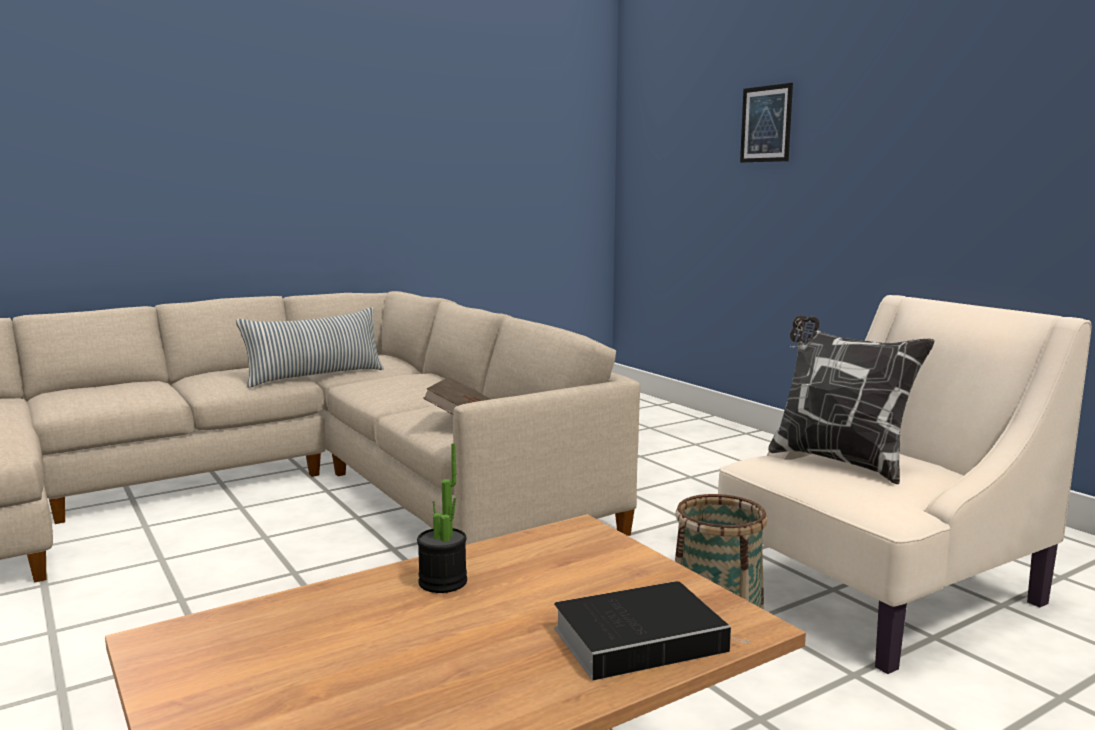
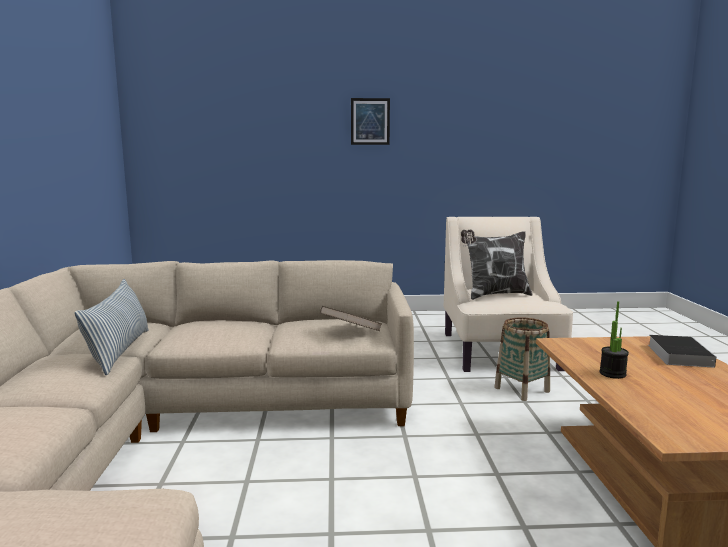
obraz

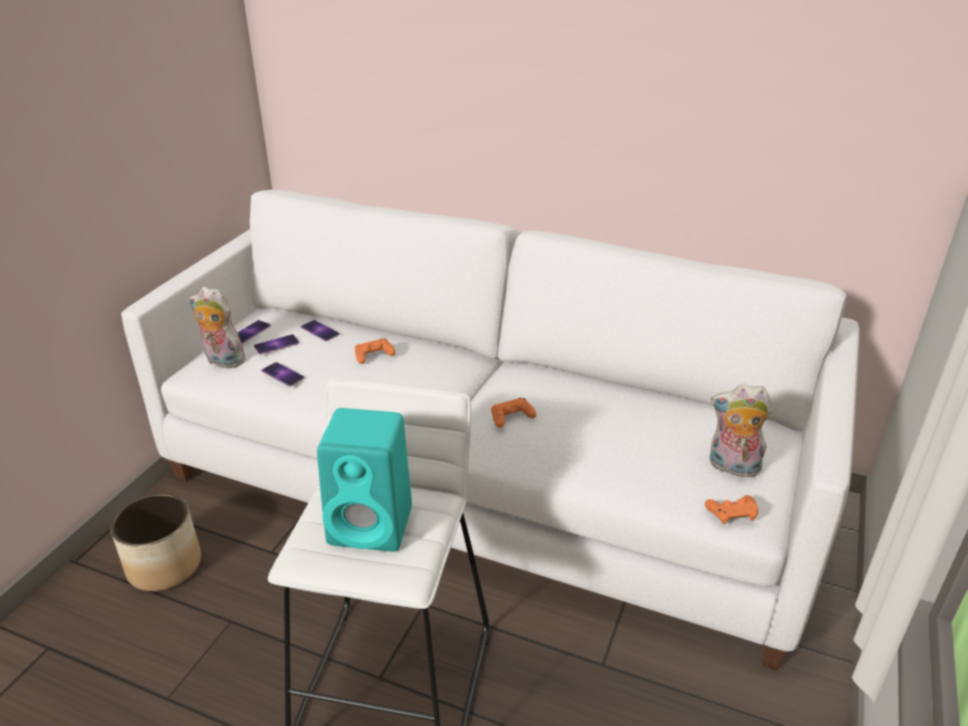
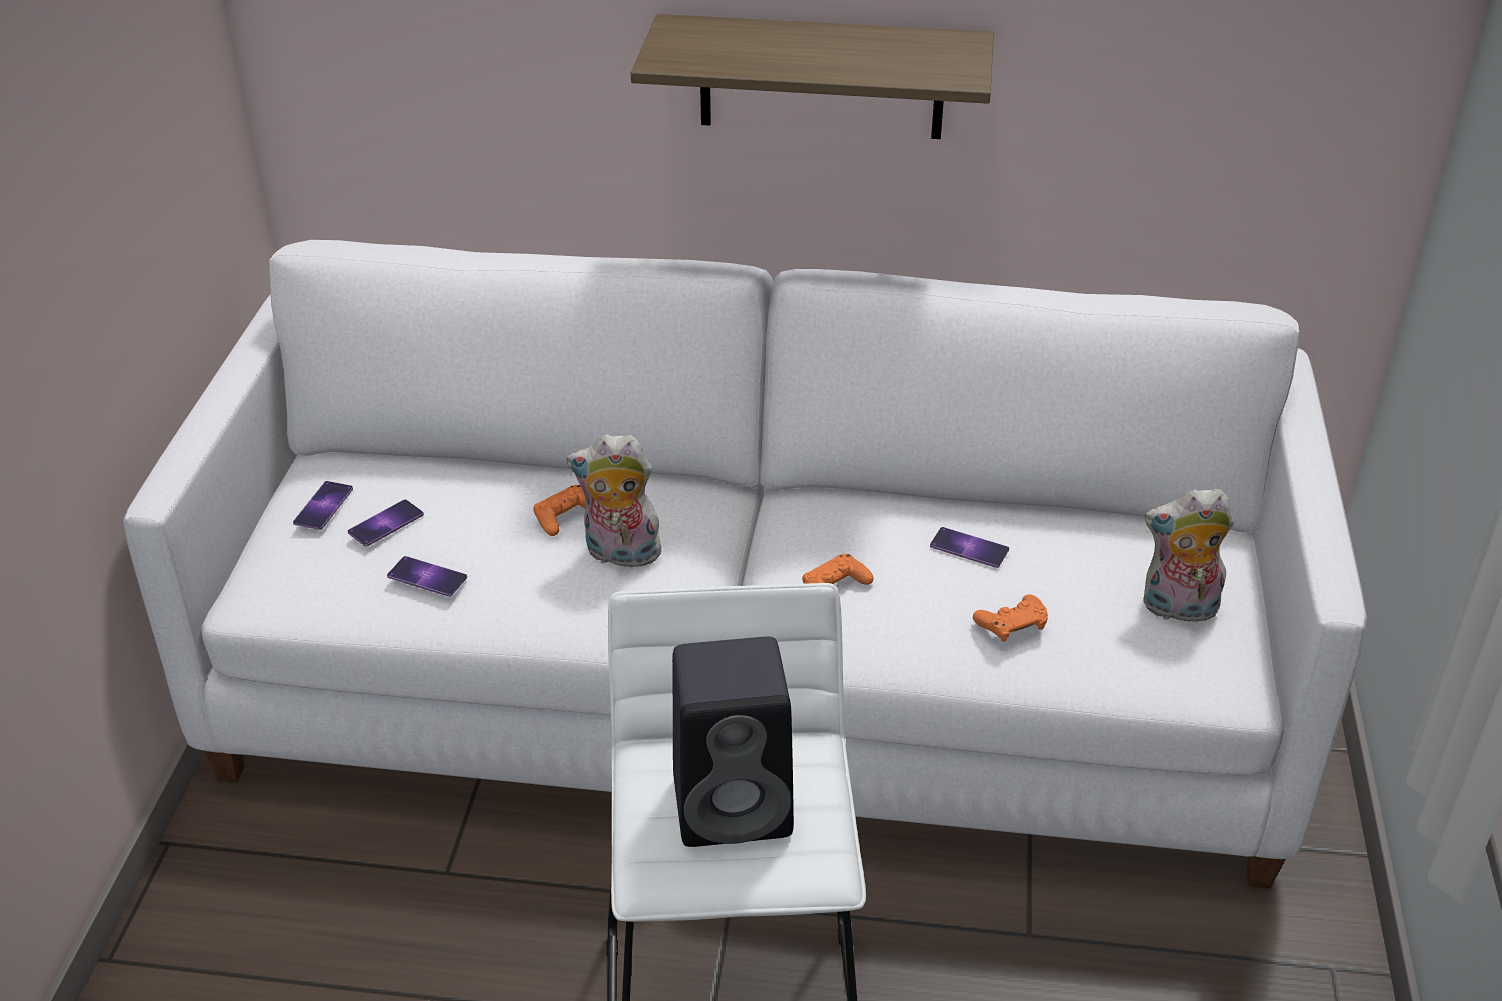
donica; pluszak (no. 1 from left); telefon (no. 4 from left); głośnik [czarny]; pad do gier [pomarańczowy] (no. 3 from left); półka

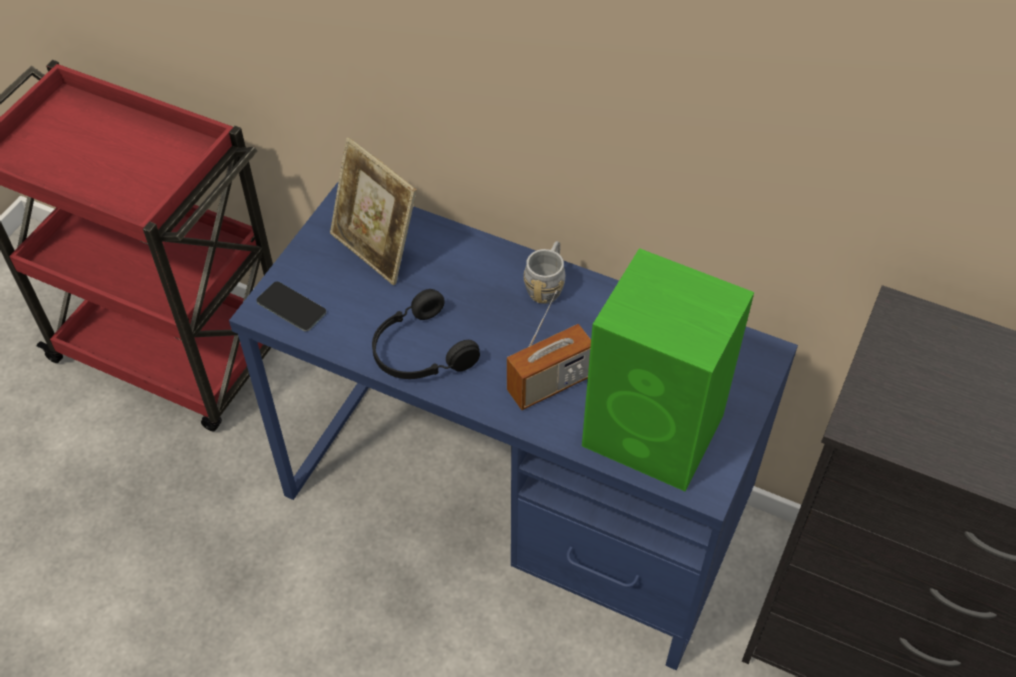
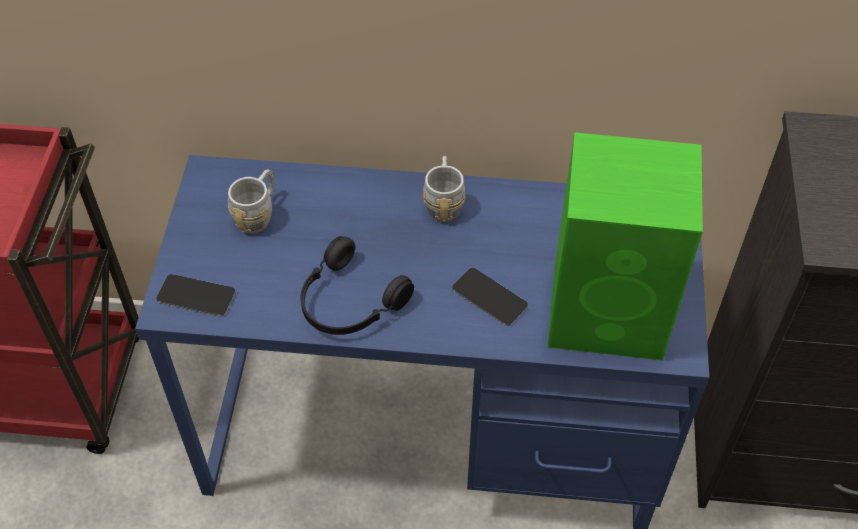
kubek [szary] (no. 1 from left); telefon (no. 2 from left)

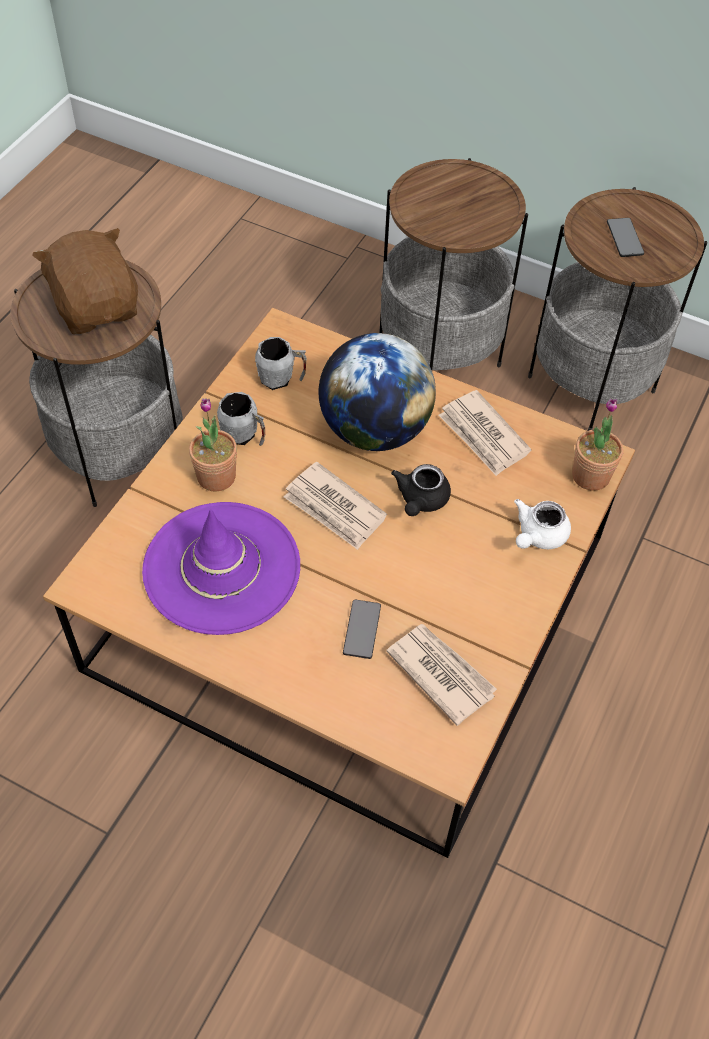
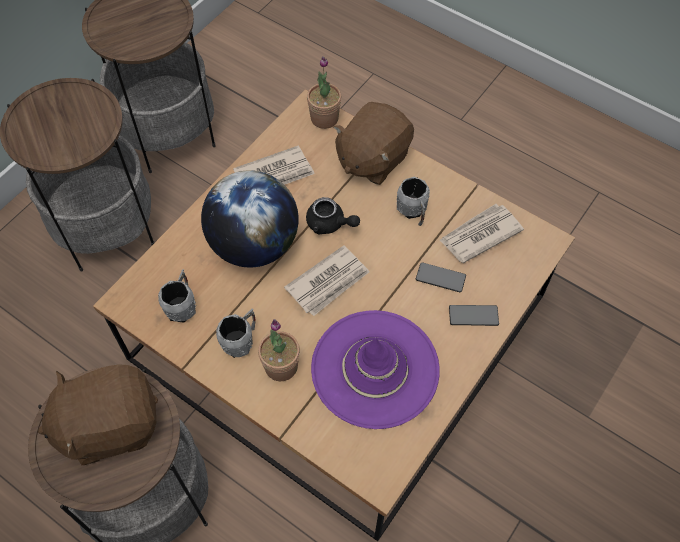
pluszak [brązowy] (no. 2 from left); telefon (no. 2 from left); kubek [szary] (no. 3 from left)

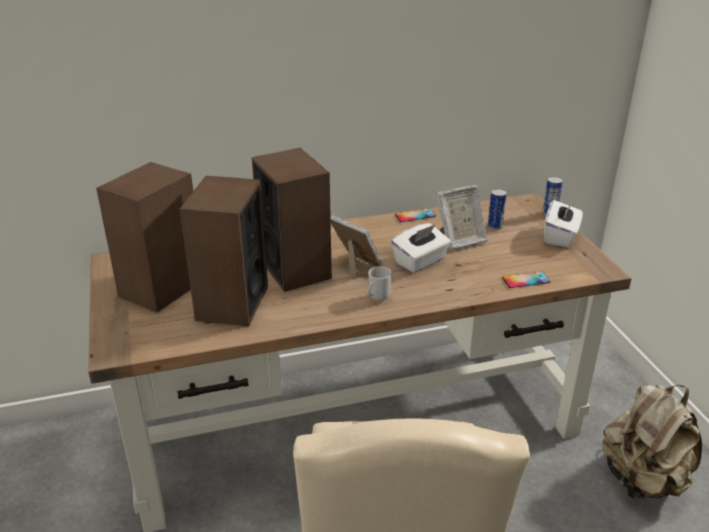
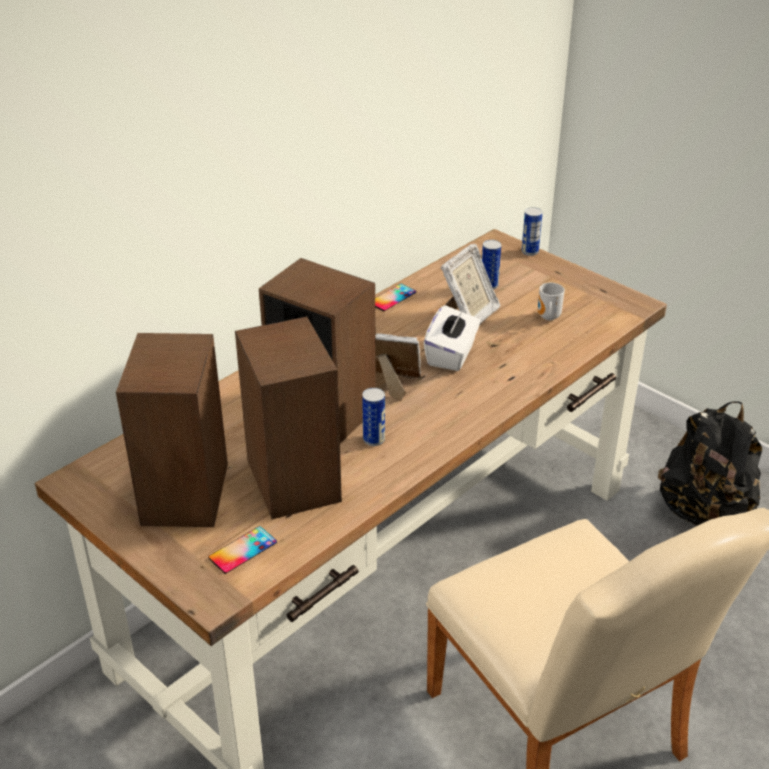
kubek; telefon (no. 1 from left); pudełko chusteczek [biały] (no. 2 from left in the first image); plecak [czarny]; puszka (no. 1 from left)

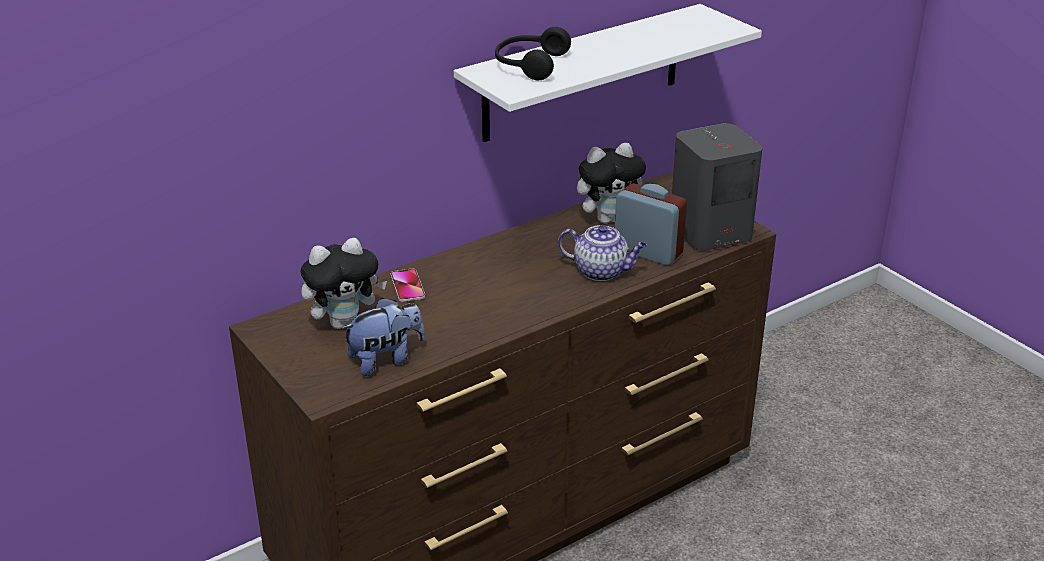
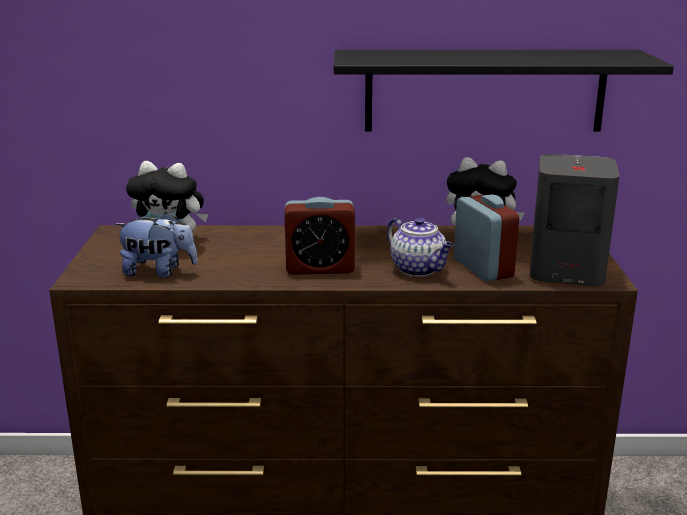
telefon; półka [czarny]; słuchawki [czarny]; budzik (no. 1 from left)

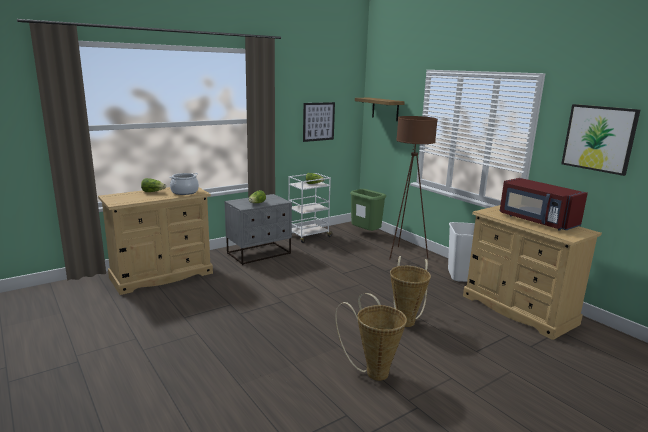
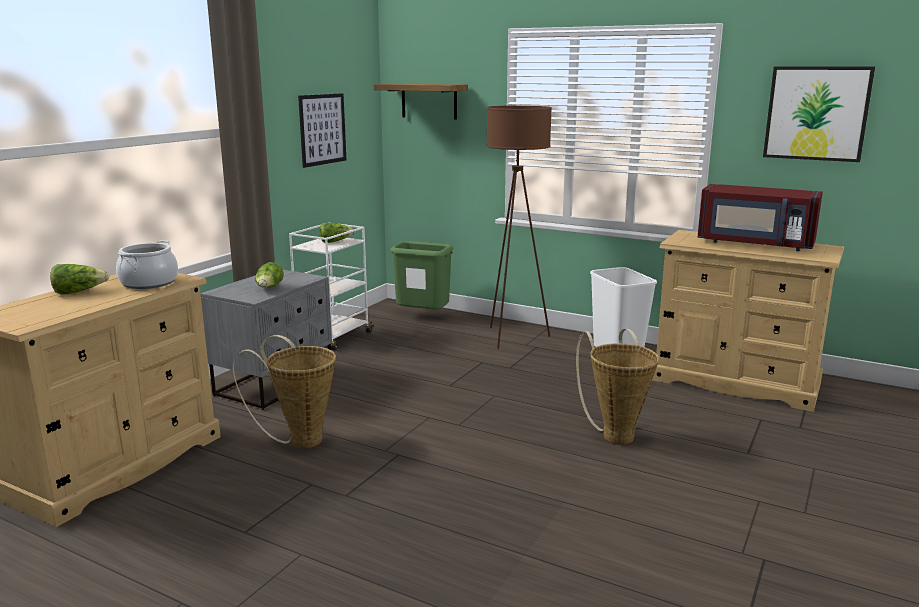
koszyk (no. 1 from left)

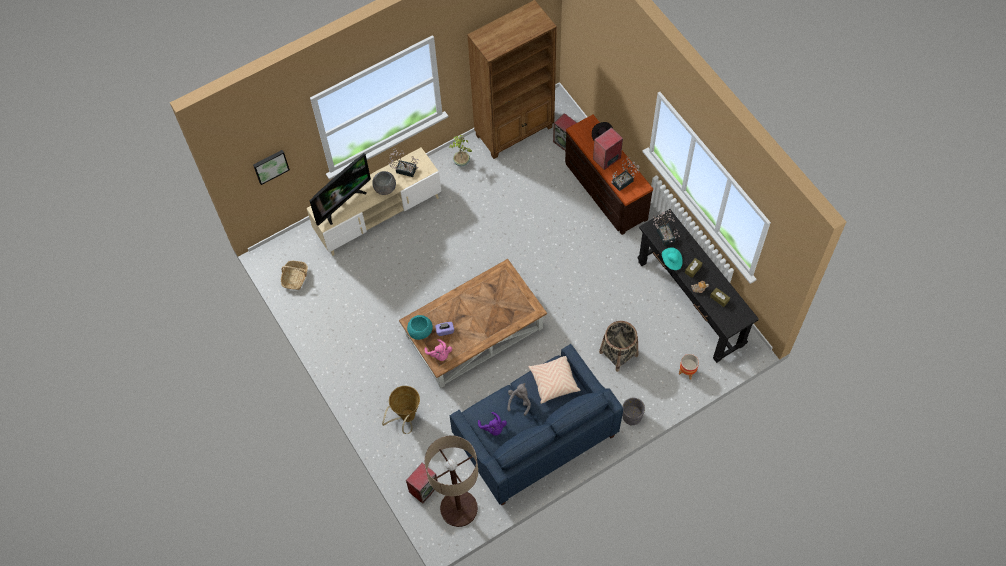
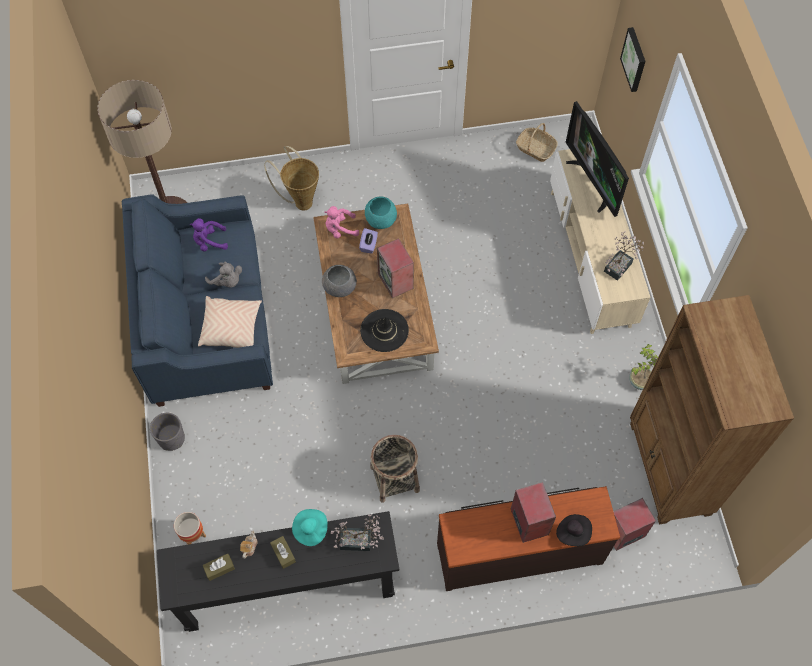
miska [szary]; głośnik (no. 1 from left); koszyk (no. 2 from left); roślina doniczkowa (no. 3 from left in the first image); kapelusz [czarny] (no. 1 from left)

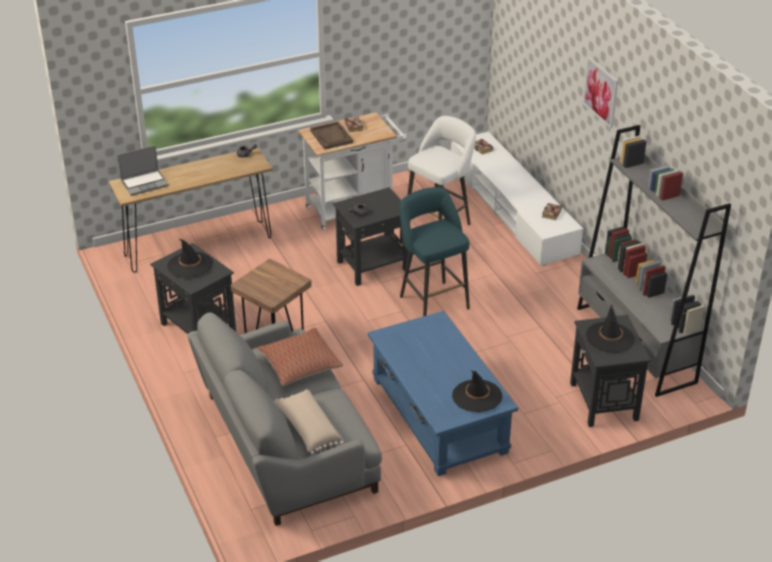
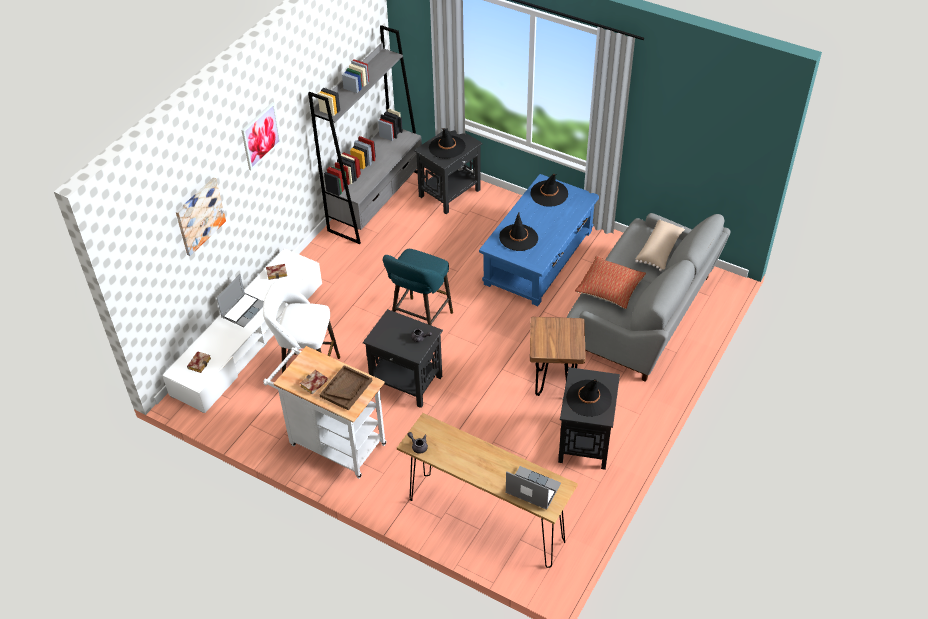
obraz (no. 1 from left); laptop (no. 1 from left); kapelusz [czarny] (no. 2 from left)

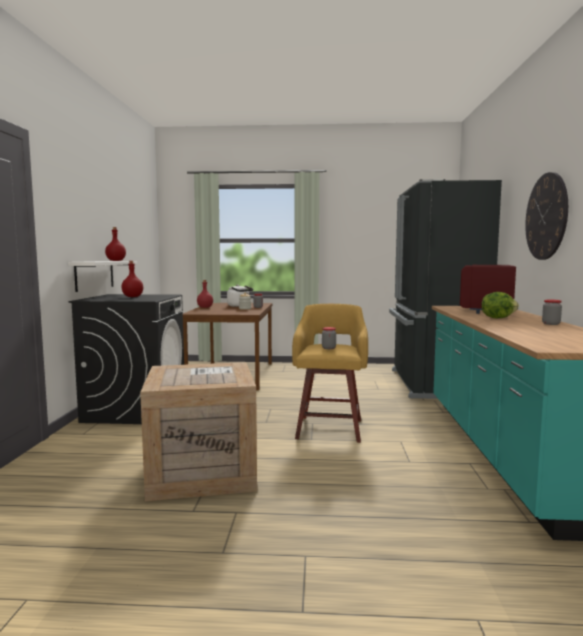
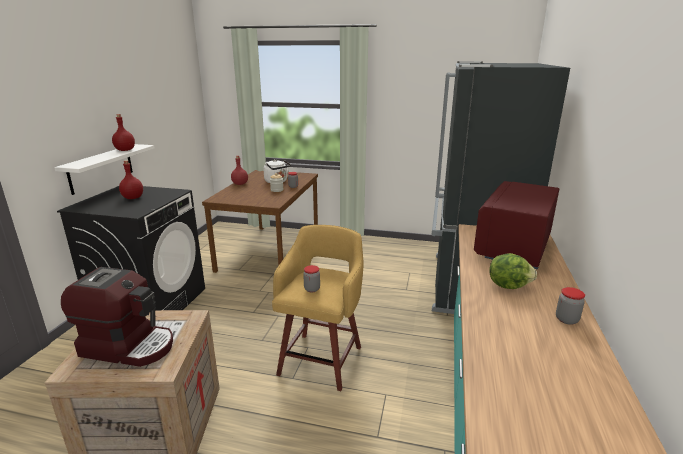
zegar ścienny; ekspres do kawy

